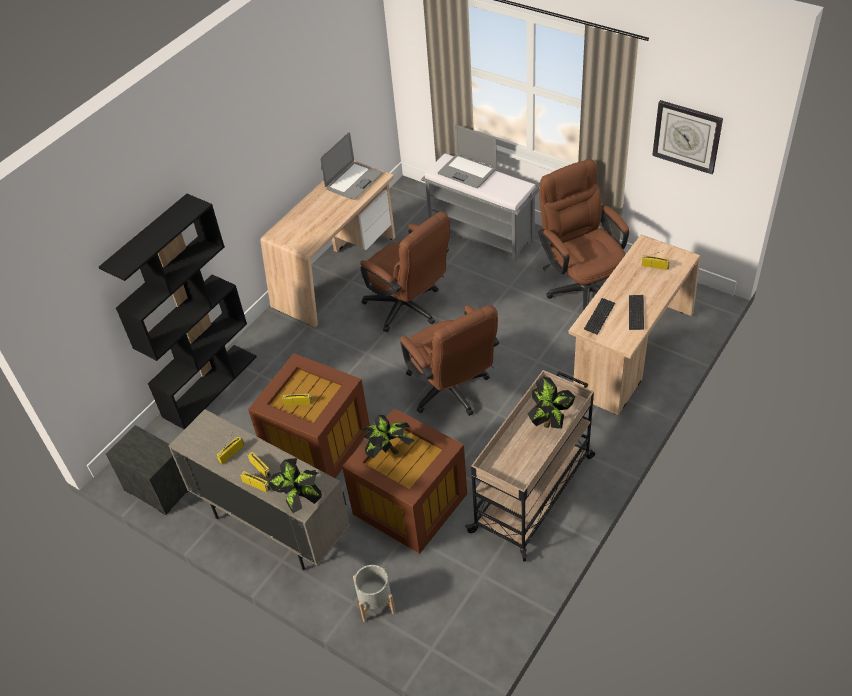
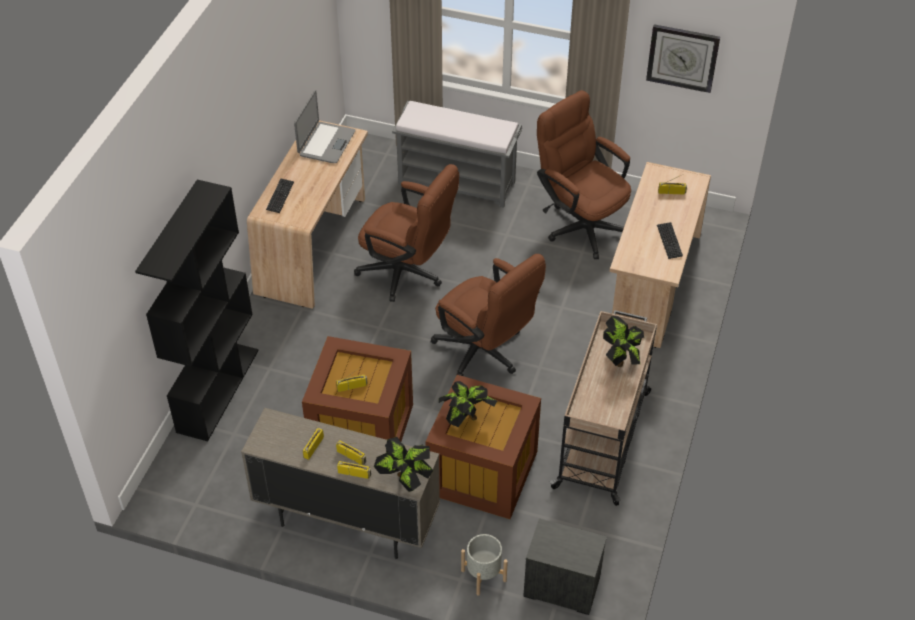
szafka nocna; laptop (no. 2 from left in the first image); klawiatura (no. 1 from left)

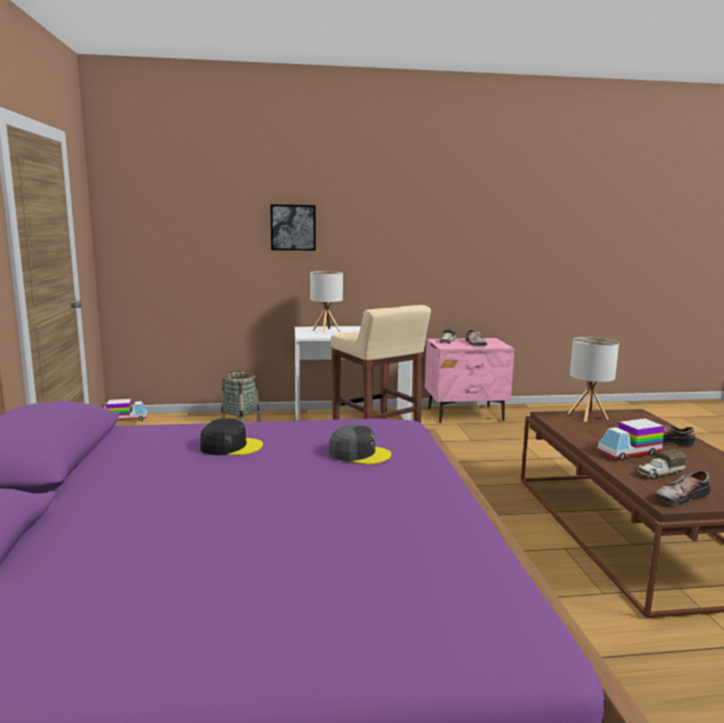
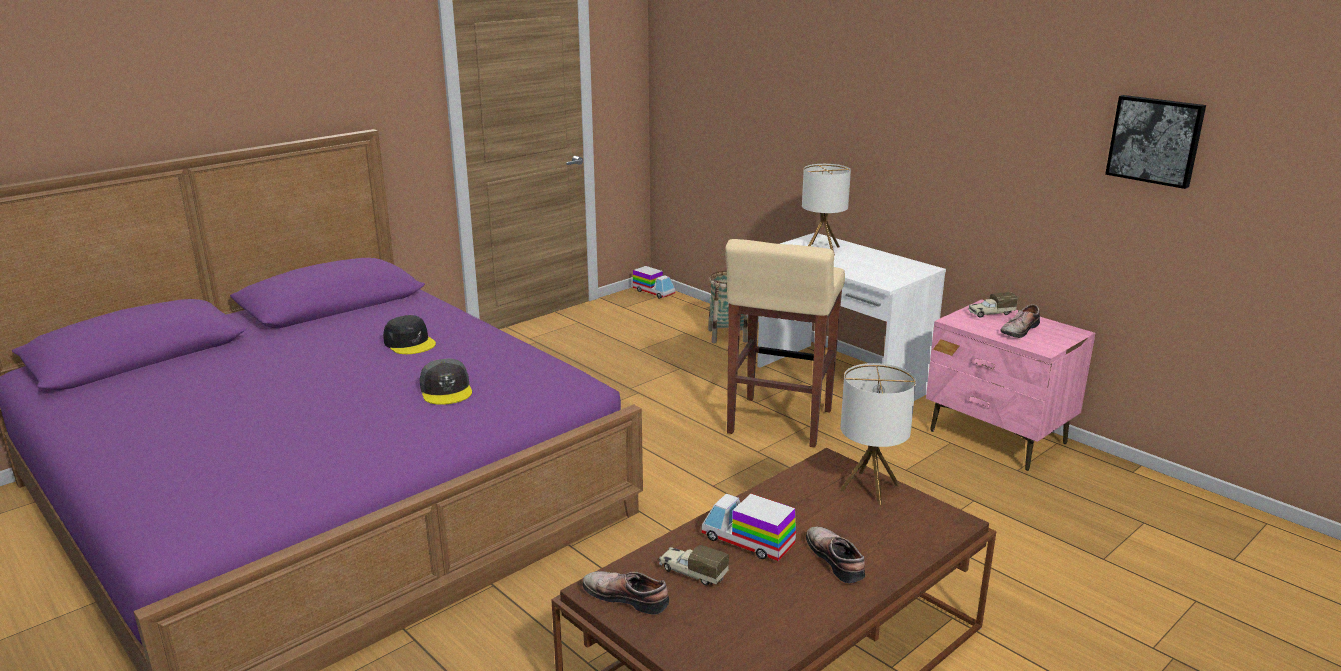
obraz

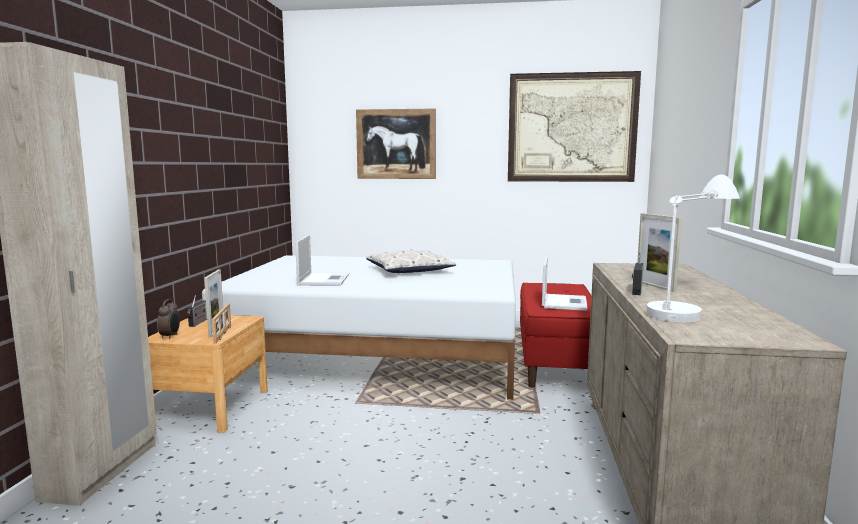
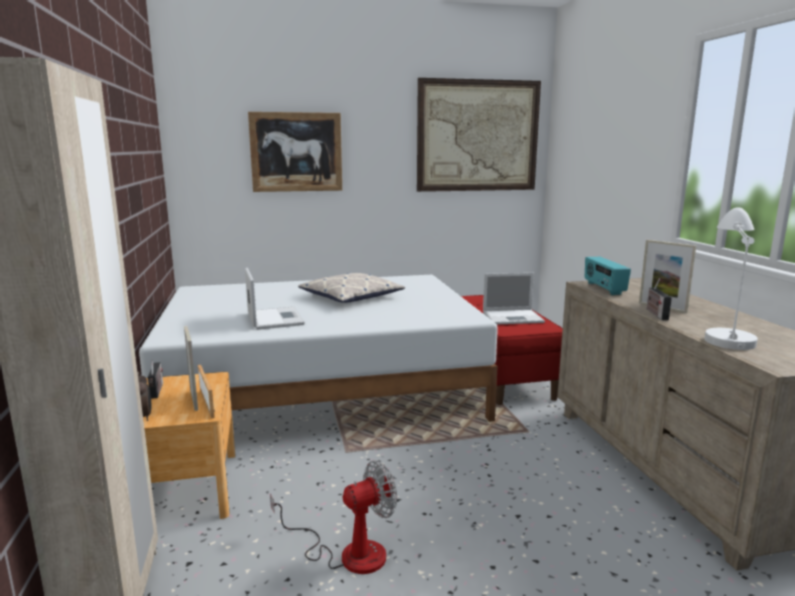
laptop (no. 2 from left); wentylator; radio (no. 2 from left)

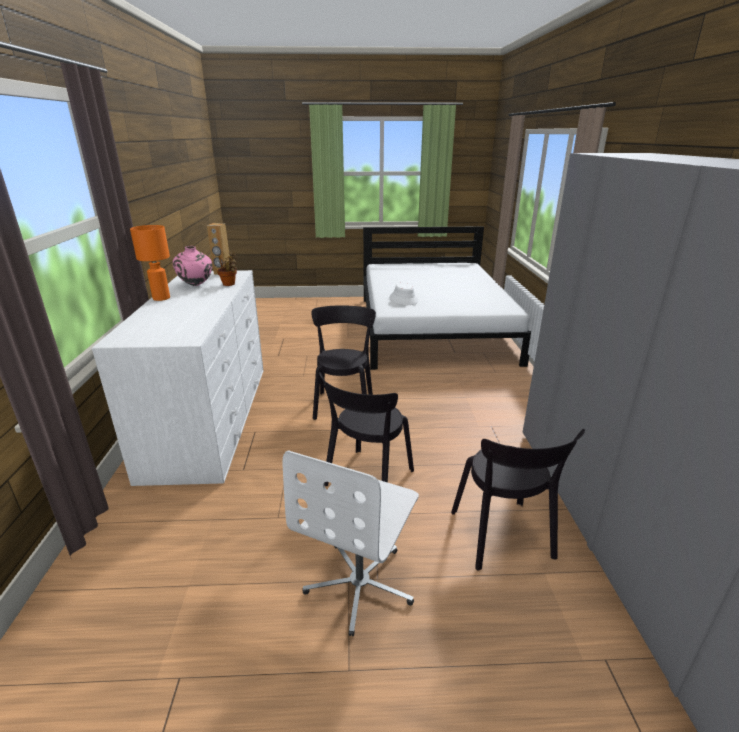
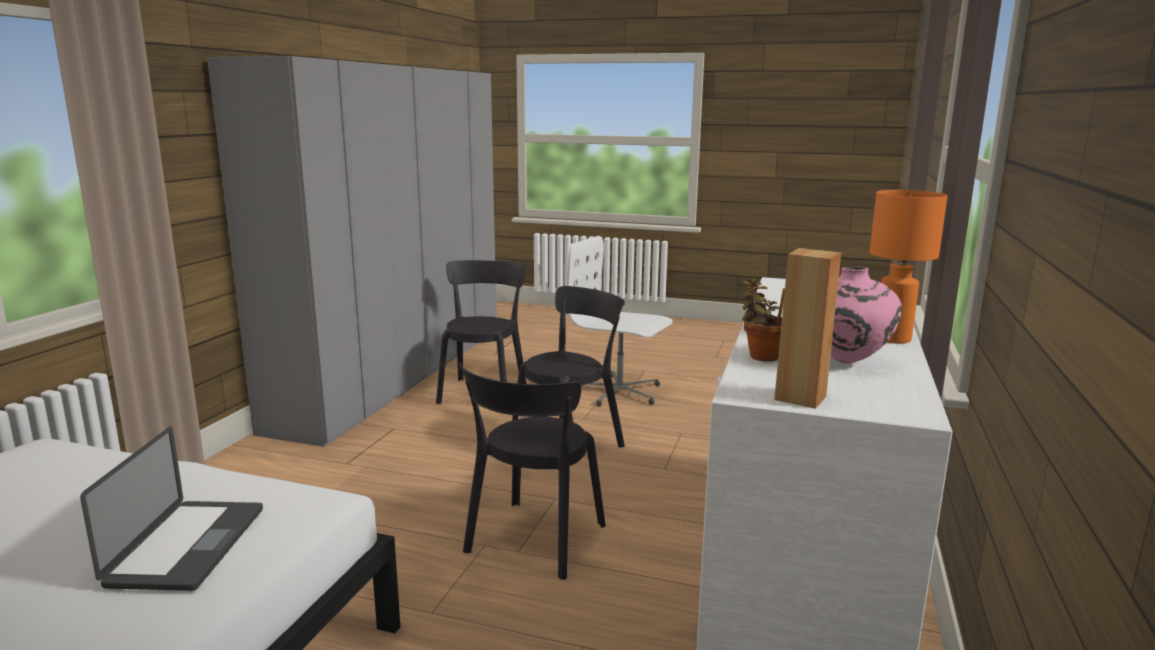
krzesło biurowe [biały]; laptop

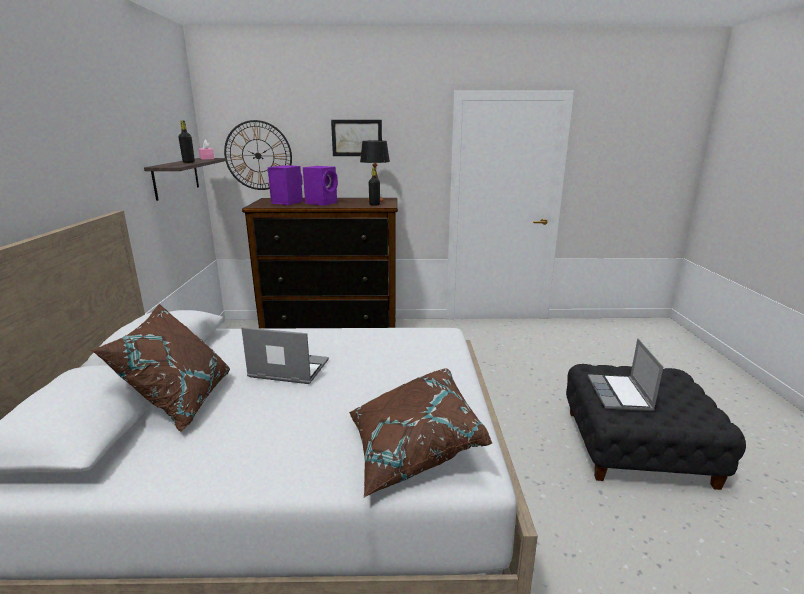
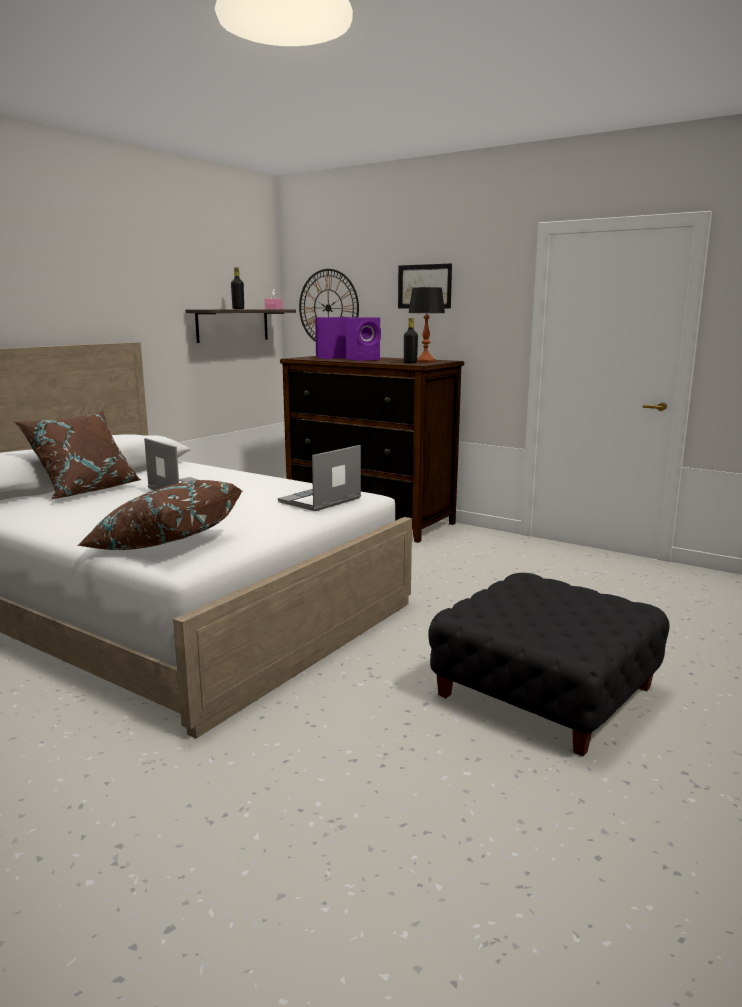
laptop (no. 2 from left)

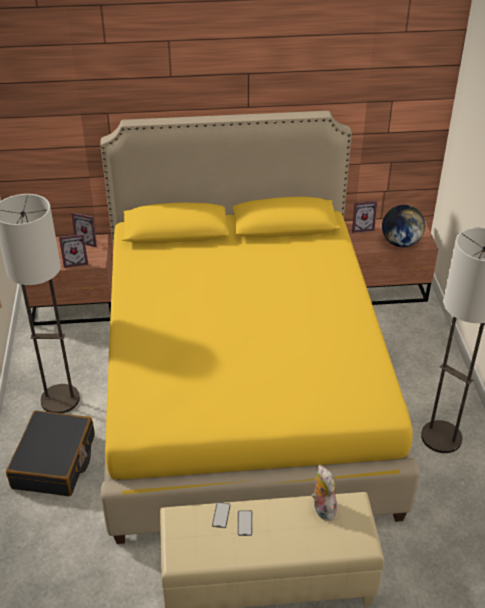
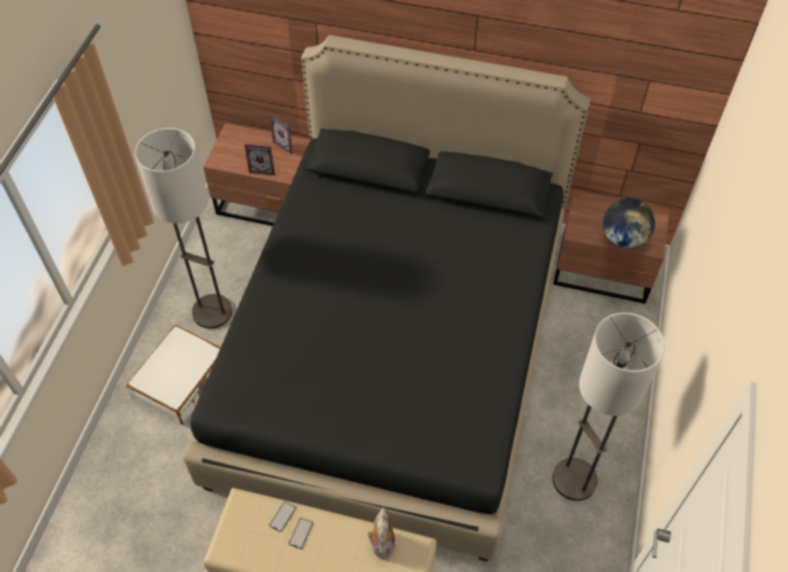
walizka [biały]; łóżko [czarny]; ramka na zdjęcie (no. 3 from left in the first image)

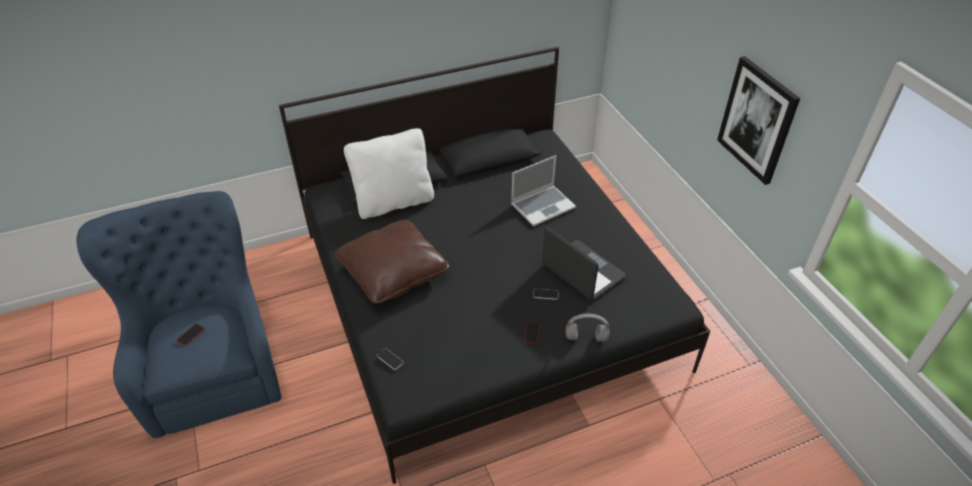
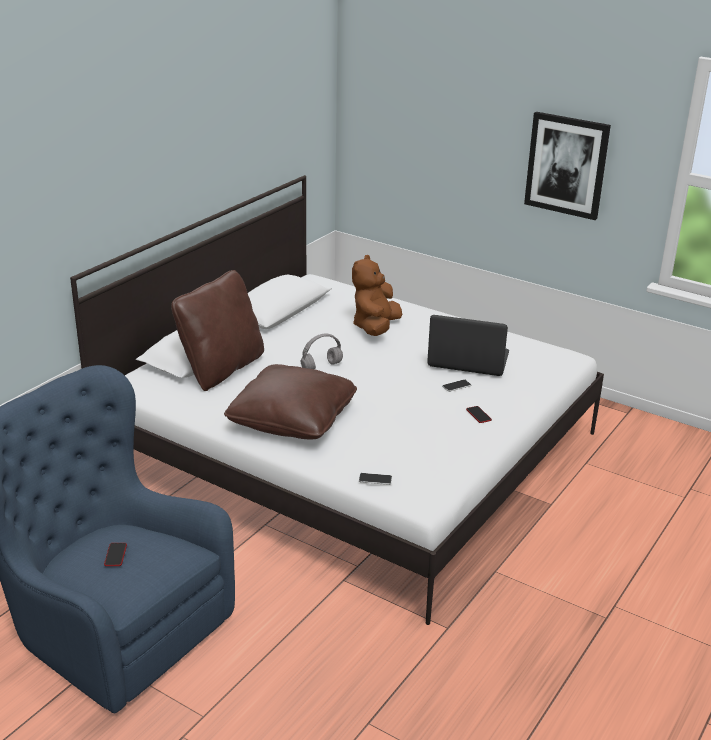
łóżko [biały]; poduszka [brązowy] (no. 1 from left); pluszak [brązowy]; słuchawki [szary]

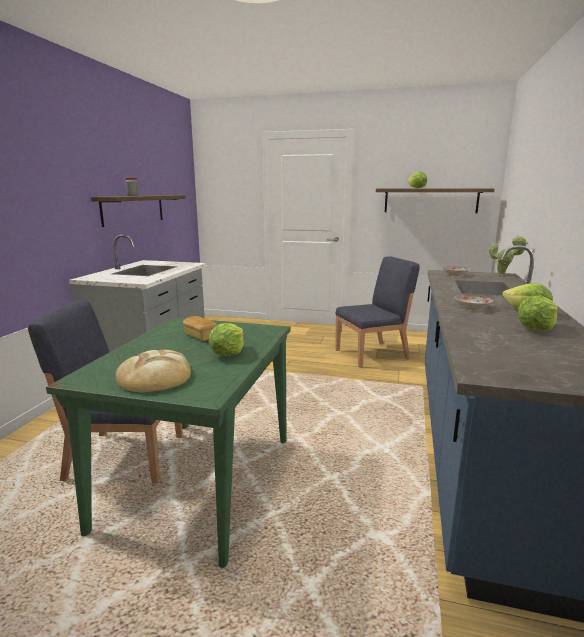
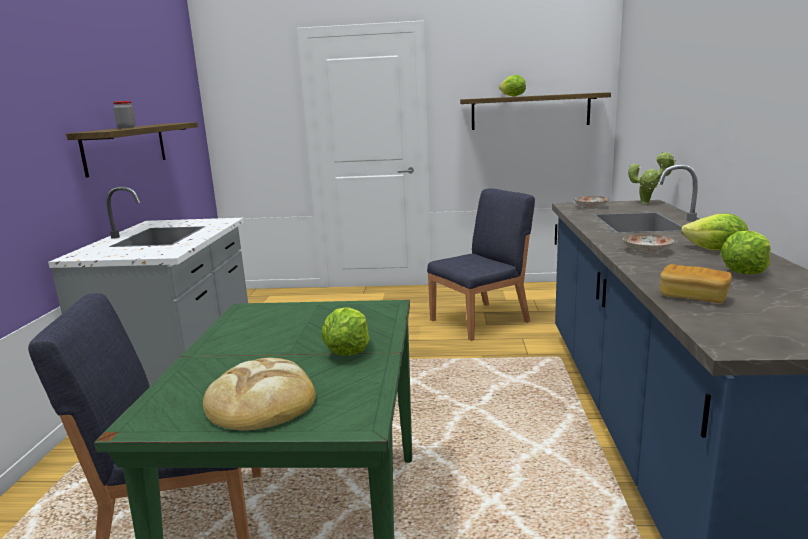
chleb (no. 2 from left)

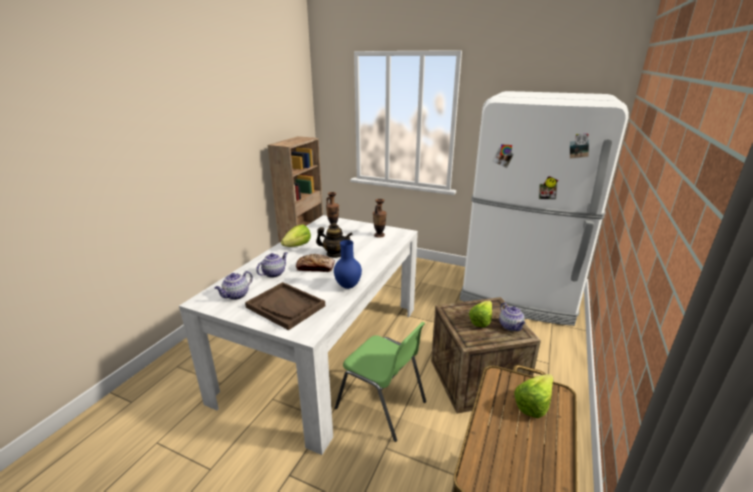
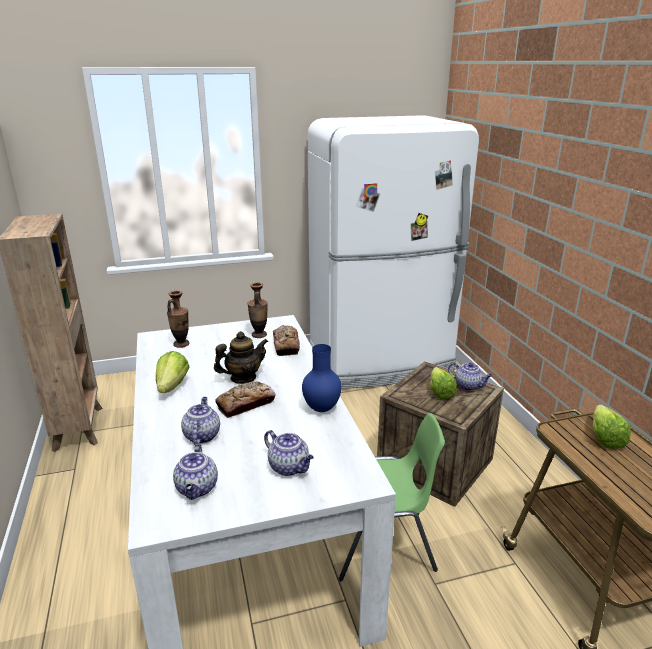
imbryk (no. 4 from left); chleb (no. 2 from left)

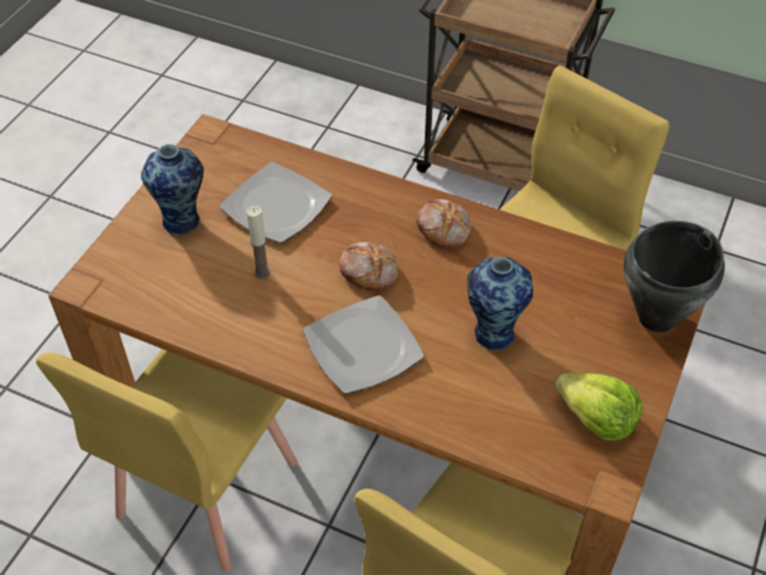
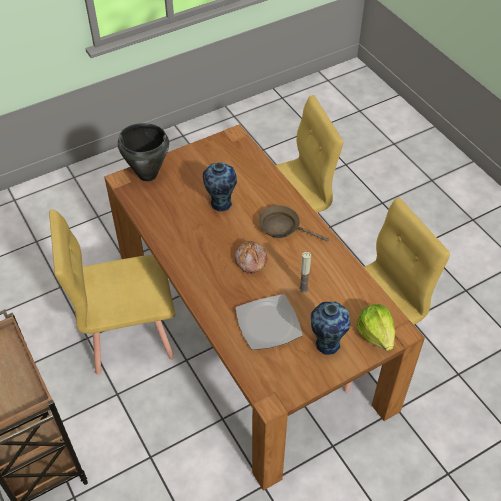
patelnia [brązowy]; chleb (no. 2 from left in the first image); sałata

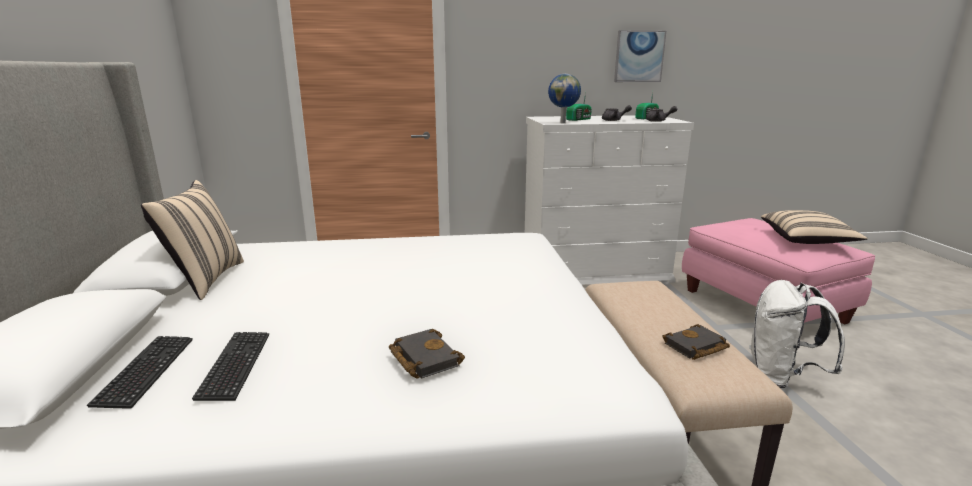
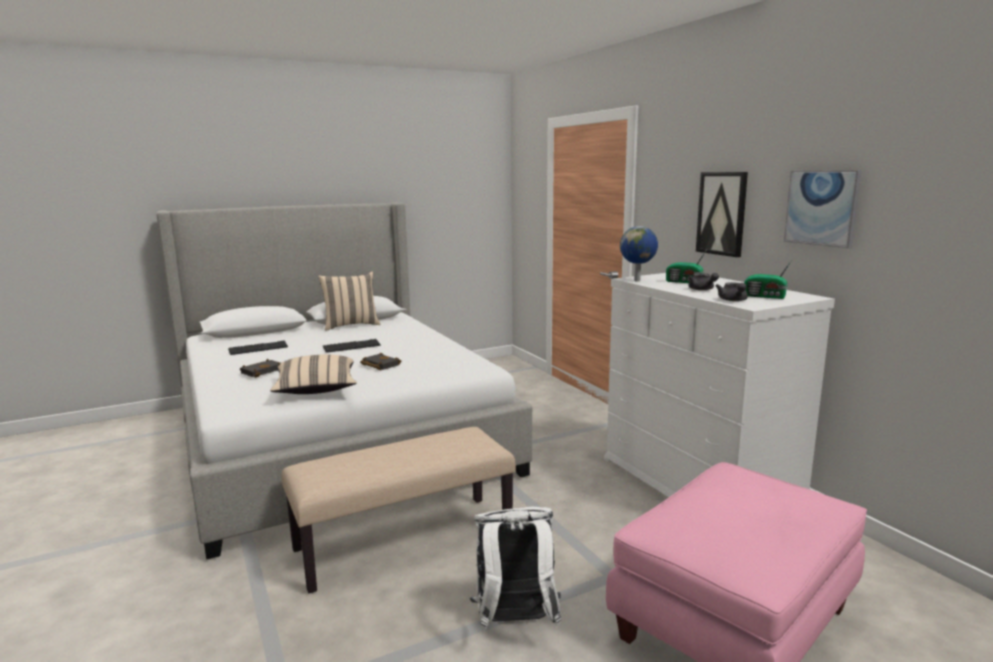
klawiatura (no. 2 from left); książka [czarny] (no. 2 from left); poduszka [beżowy] (no. 1 from left); obraz (no. 1 from left)

